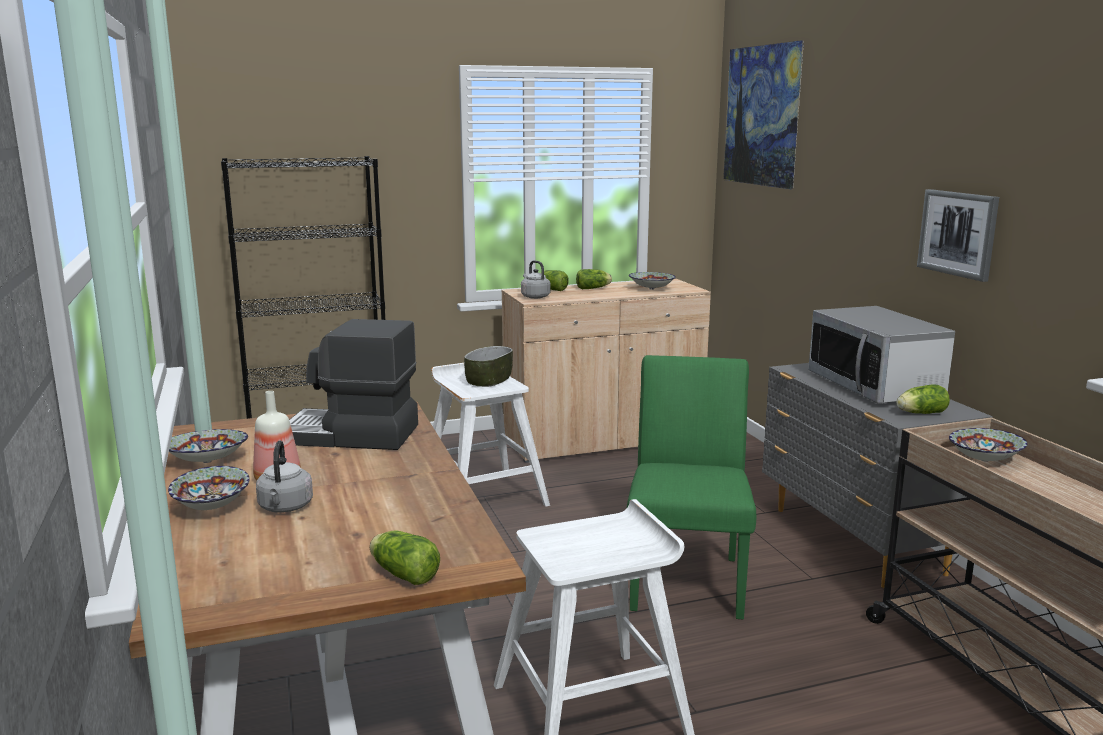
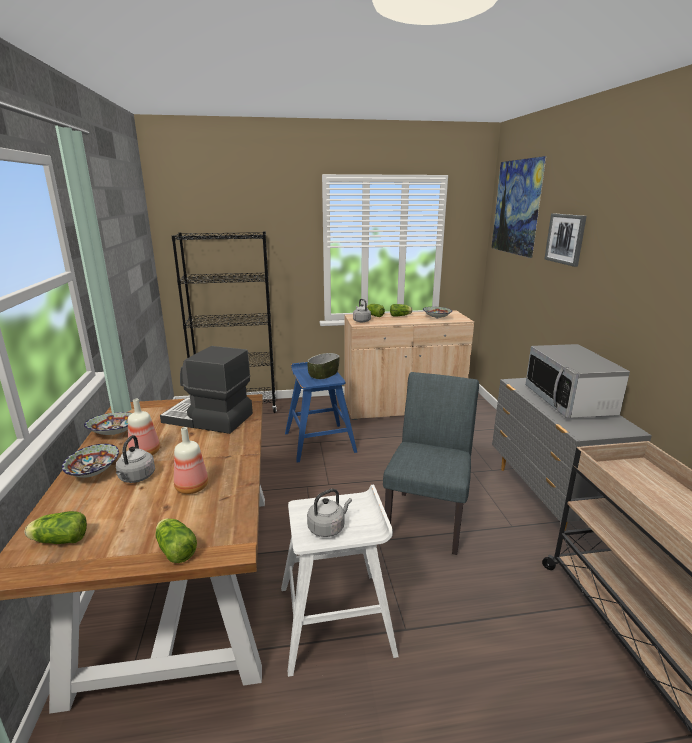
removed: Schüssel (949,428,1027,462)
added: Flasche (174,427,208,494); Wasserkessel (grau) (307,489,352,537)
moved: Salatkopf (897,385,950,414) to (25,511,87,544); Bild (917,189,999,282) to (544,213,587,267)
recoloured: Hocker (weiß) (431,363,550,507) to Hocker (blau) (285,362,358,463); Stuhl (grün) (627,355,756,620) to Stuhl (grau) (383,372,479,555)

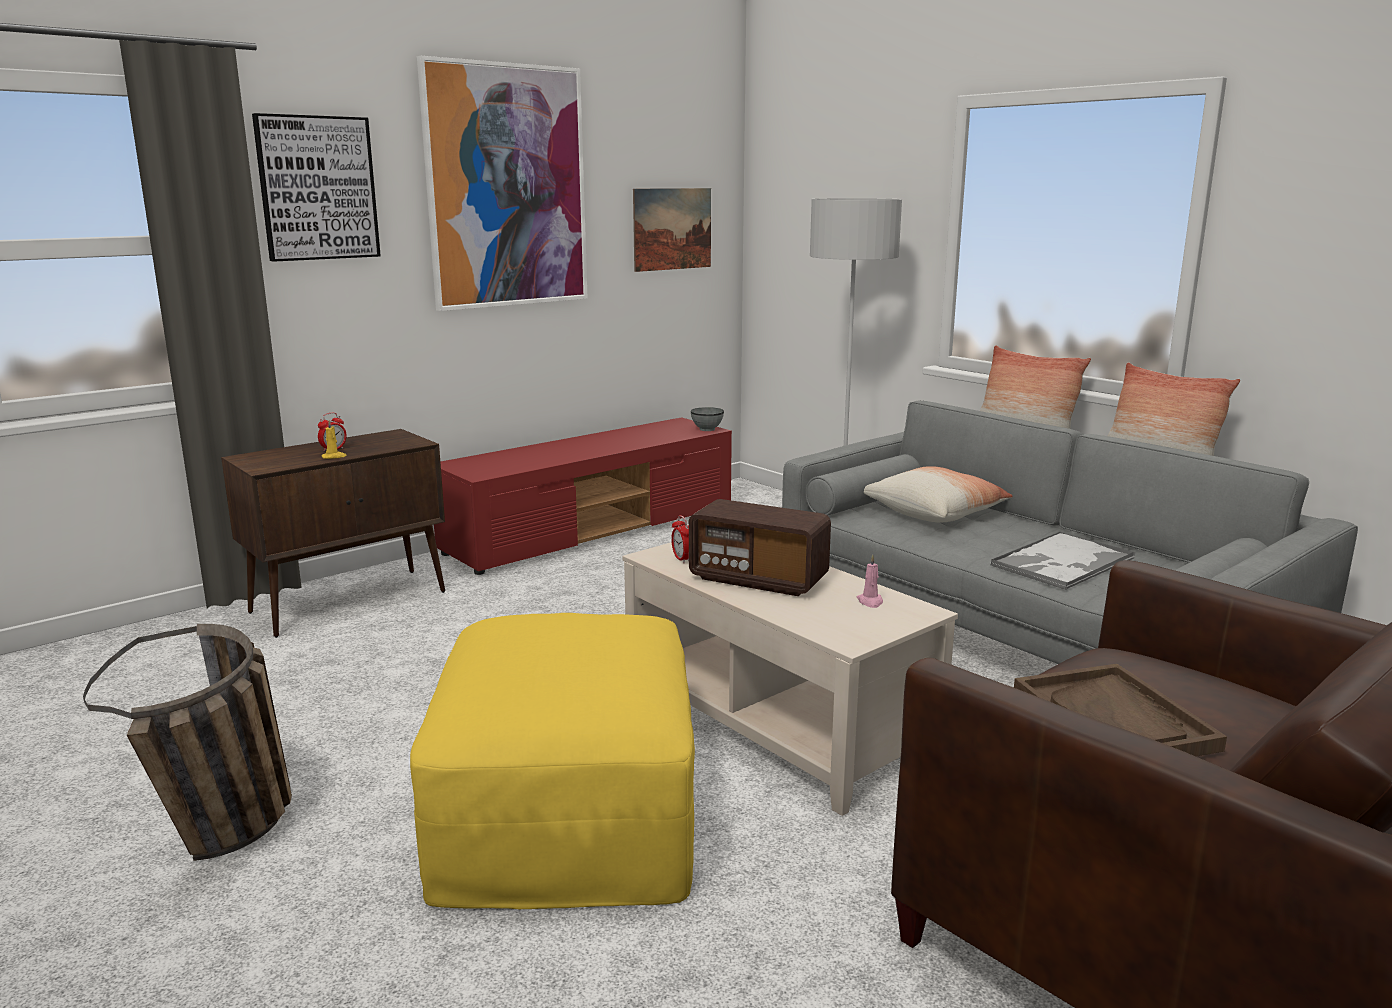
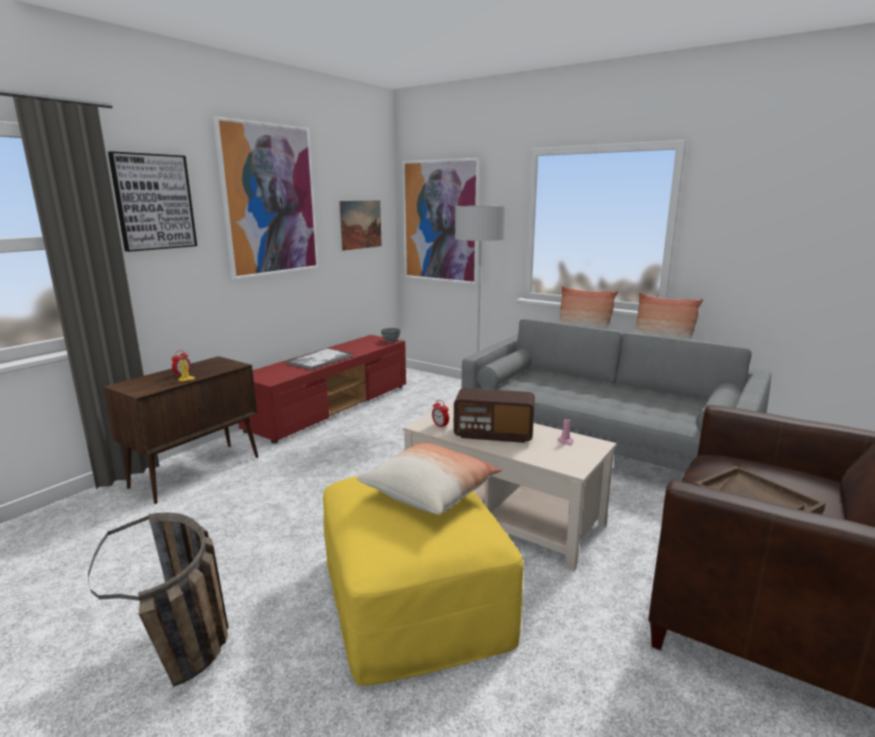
added: Bild (402,158,480,284)
moved: Kissen (864,466,1013,523) to (357,442,502,515); Tablett (990,532,1135,590) to (286,348,353,370)

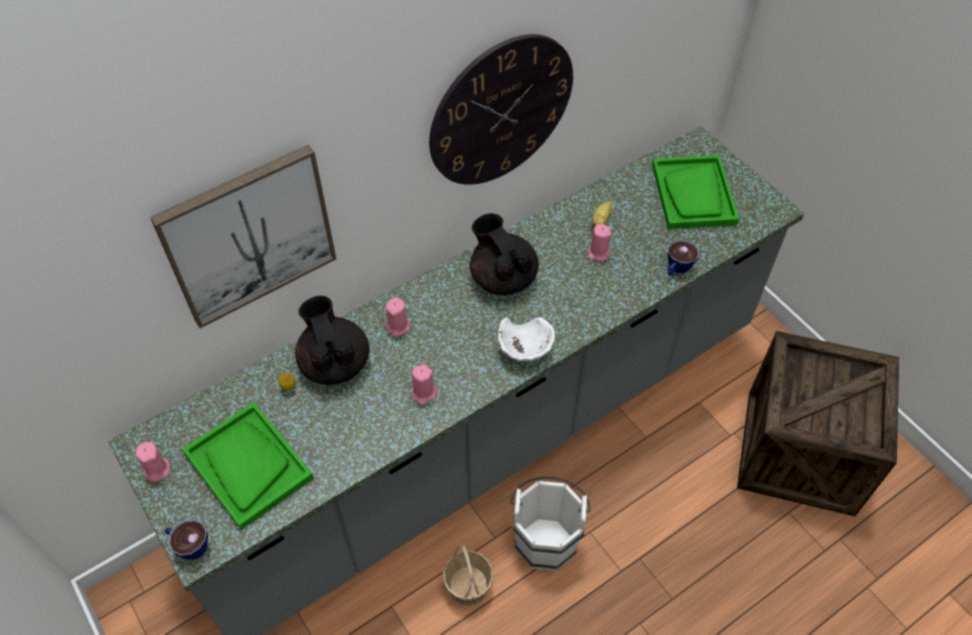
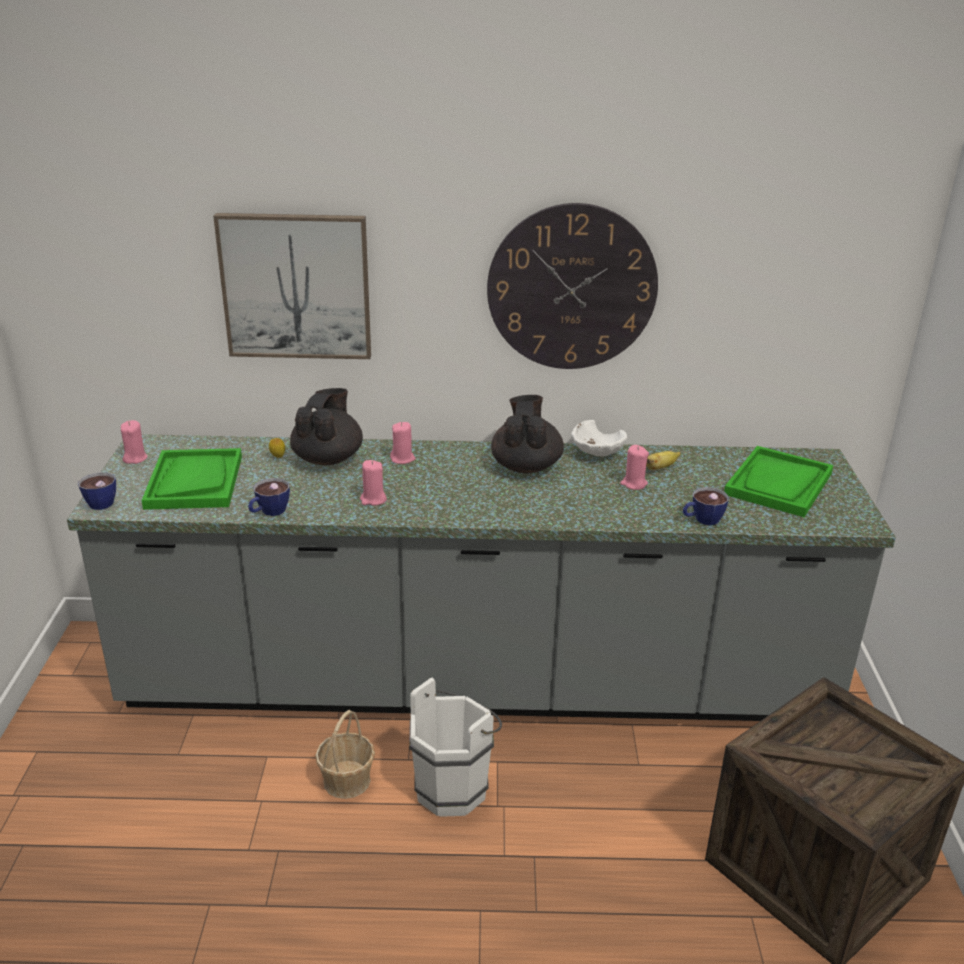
added: Tasse (248,478,290,516)
moved: Schüssel (weiß) (498,317,555,361) to (571,420,627,456)

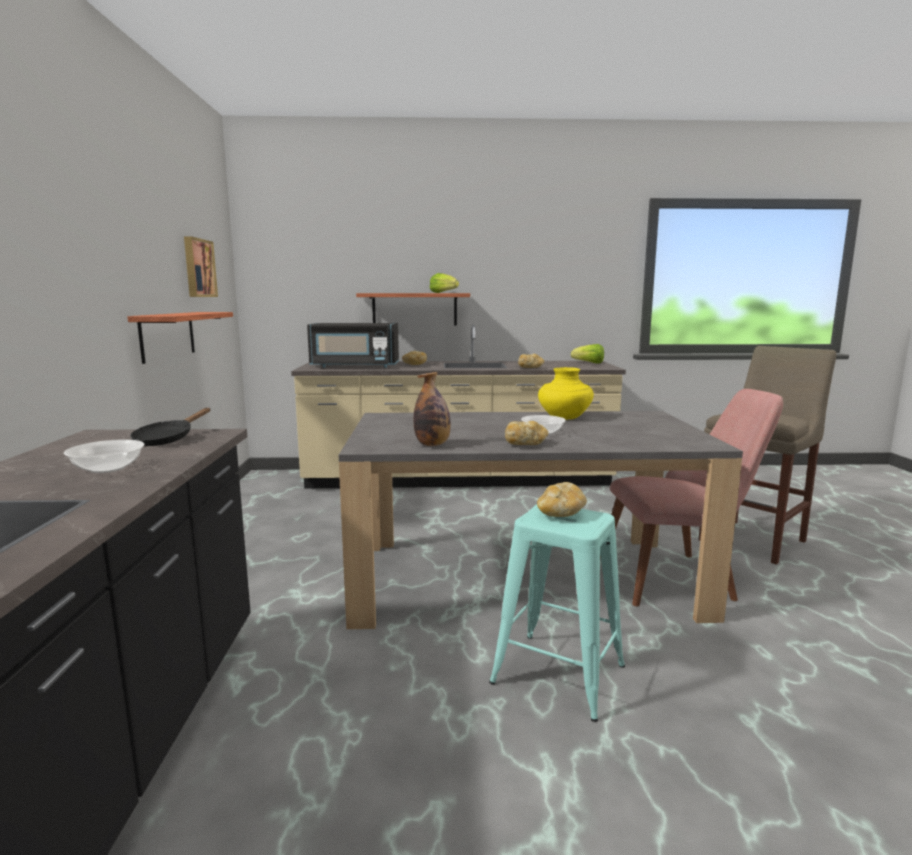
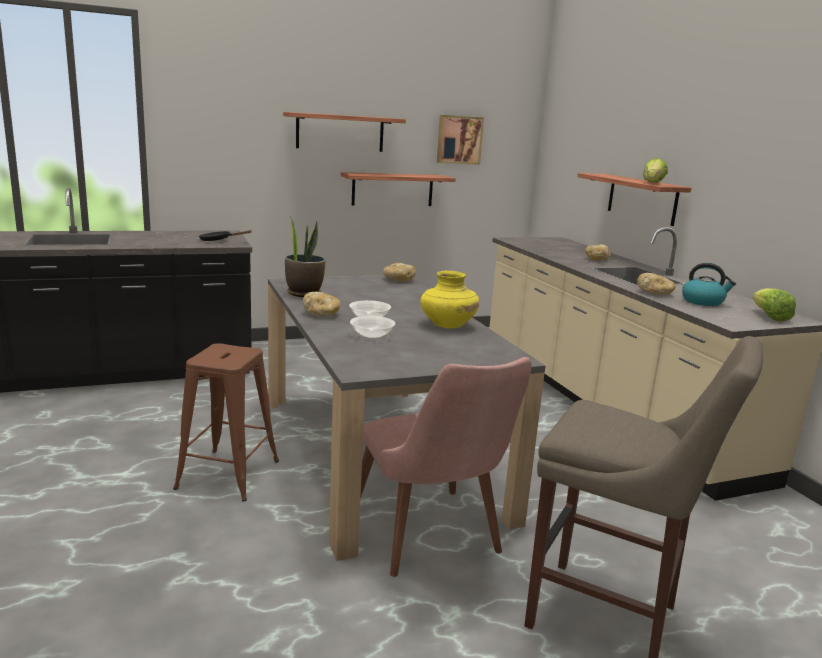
removed: Mikrowelle (schwarz) (307,323,399,368)
added: Wandregal (283,112,406,152); Wasserkessel (682,263,736,306)
moved: Schüssel (64,439,144,473) to (350,316,395,339); Brot (537,482,587,517) to (383,263,416,281)
replaced: Flasche (414,372,451,446) to Topfpflanze (285,217,326,297)
recoloured: Hocker (türkis) (489,504,625,722) to Hocker (braun) (173,343,279,502)

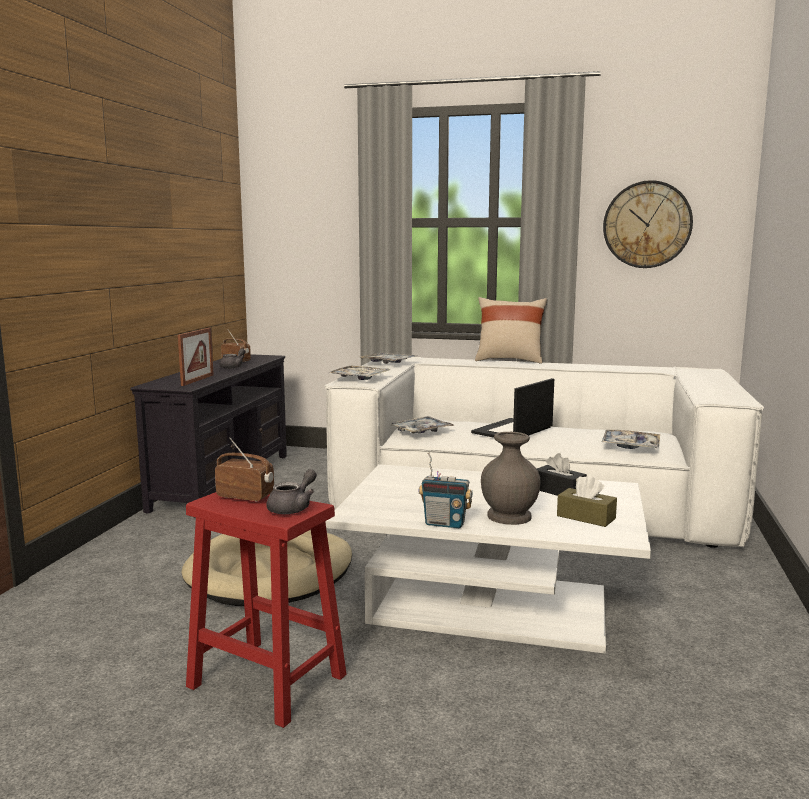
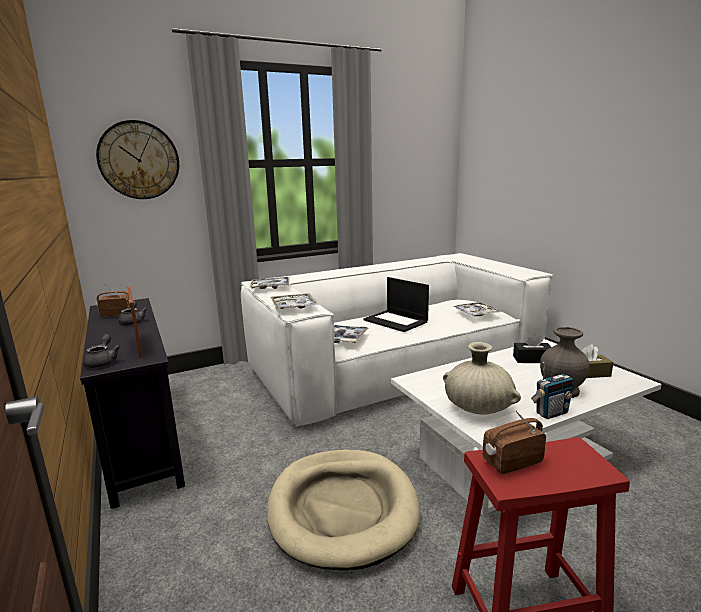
removed: Kissen (beige) (475,297,547,364)
added: Vase (beige) (443,342,521,415)
moved: Teekanne (grau) (266,469,317,514) to (83,334,120,368); Wanduhr (603,180,693,268) to (96,120,179,199)
turned: Laptop (471,378,554,438) = (364,277,429,332) 45 degrees counterclockwise

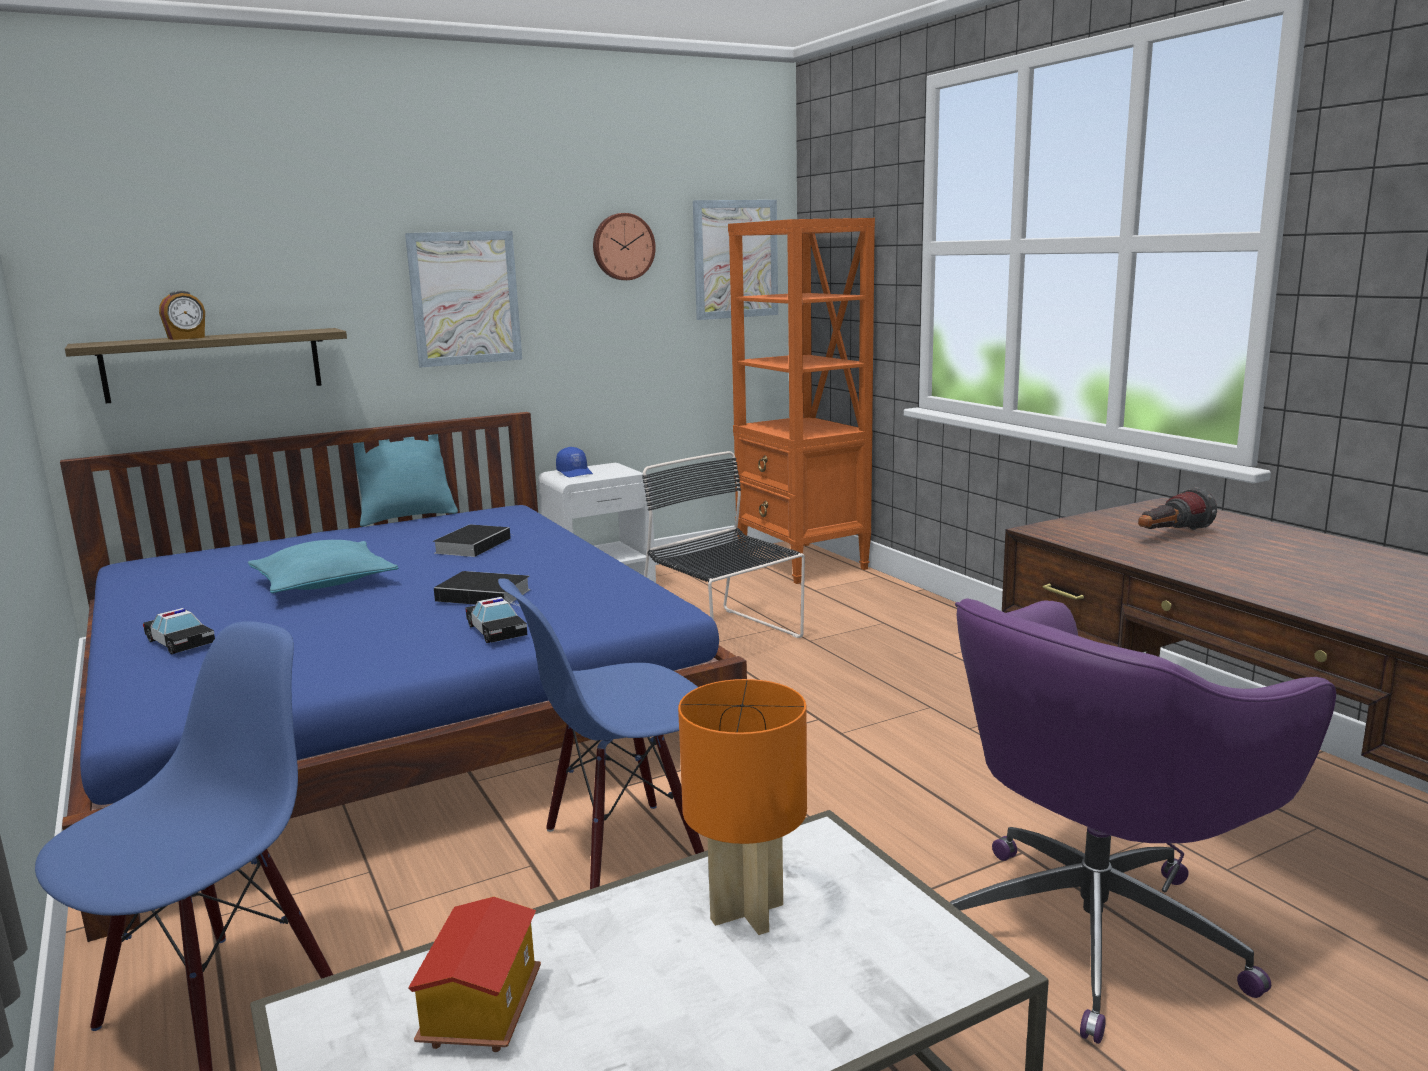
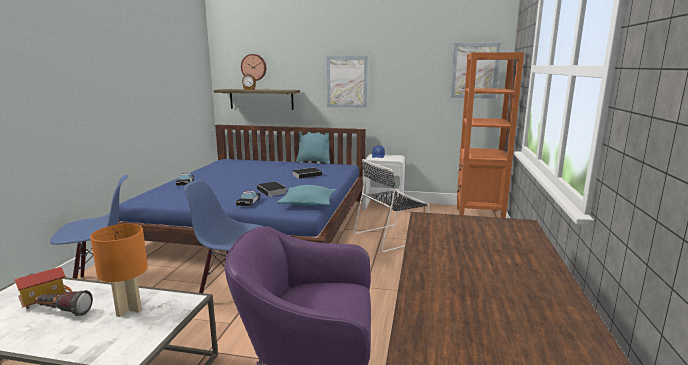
moved: Kissen (türkis) (248,540,398,593) to (277,185,336,206); Wanduhr (593,213,656,280) to (241,54,266,81); Taschenlampe (1138,487,1217,530) to (35,290,93,316)
turned: Stuhl (schwarz) (642,451,805,638) = (353,159,429,253) 120 degrees counterclockwise

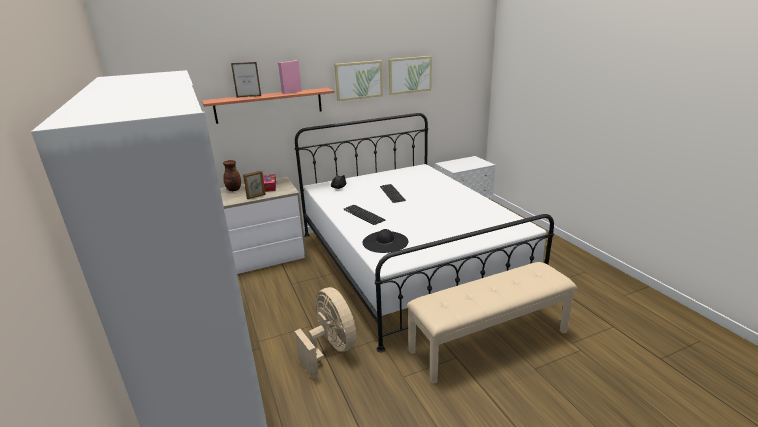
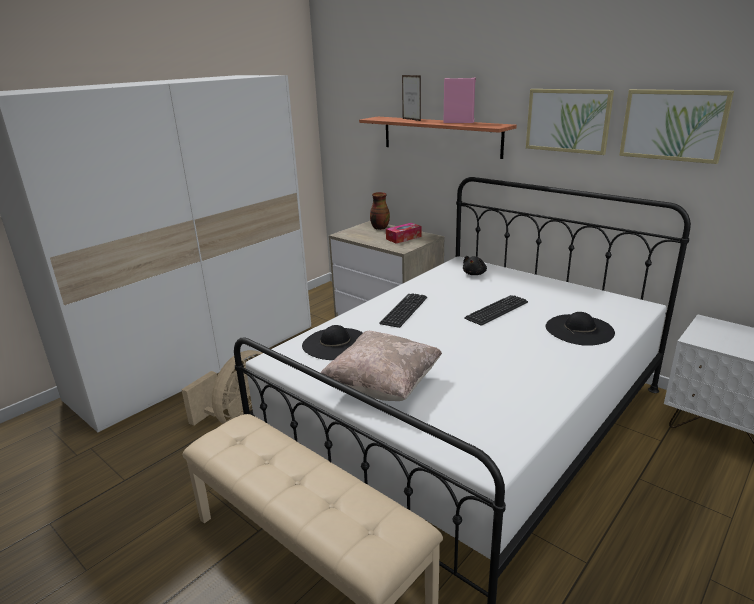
removed: Bilderrahmen (243,170,266,199)
added: Kissen (beige) (320,331,442,401); Hut (schwarz) (546,312,615,346)

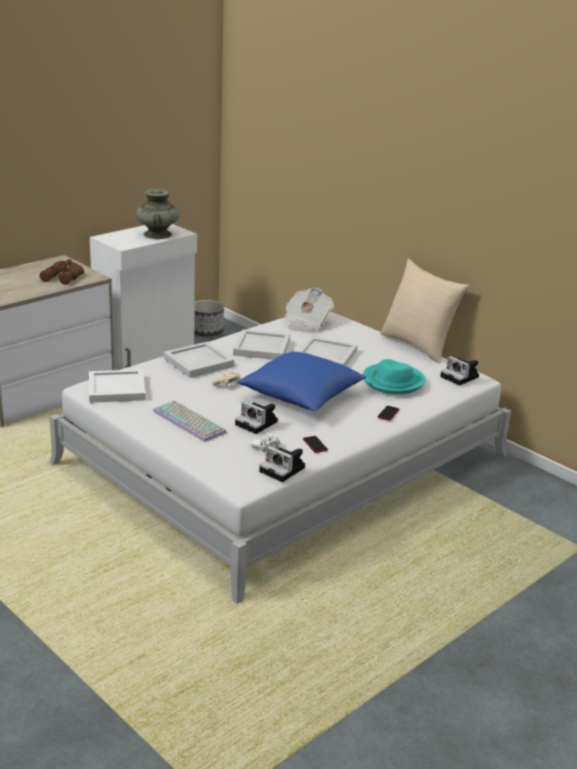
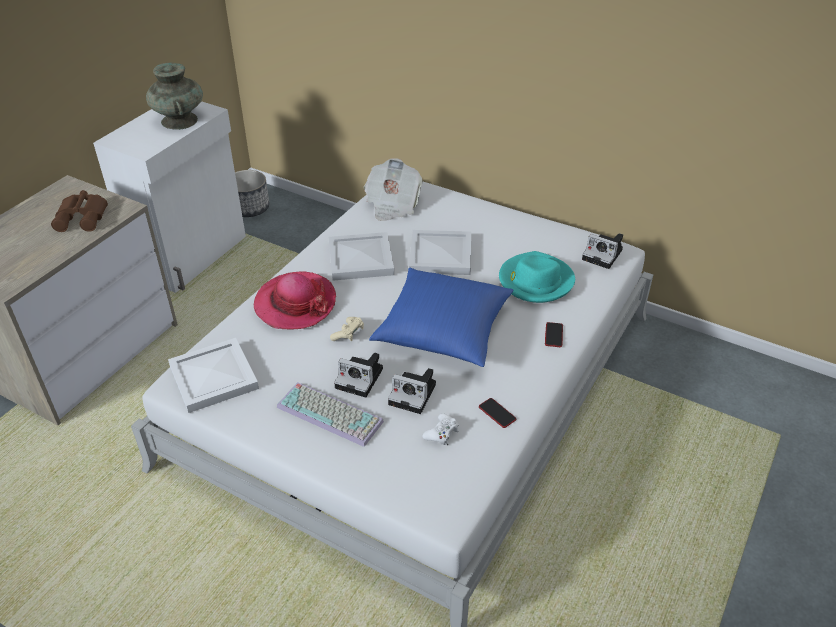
removed: Kissen (beige) (380,259,470,364)
moved: Kamera (259,446,305,482) to (334,353,383,398)
replaced: Tablett (weiß) (164,342,234,378) to Hut (254,271,336,329)

